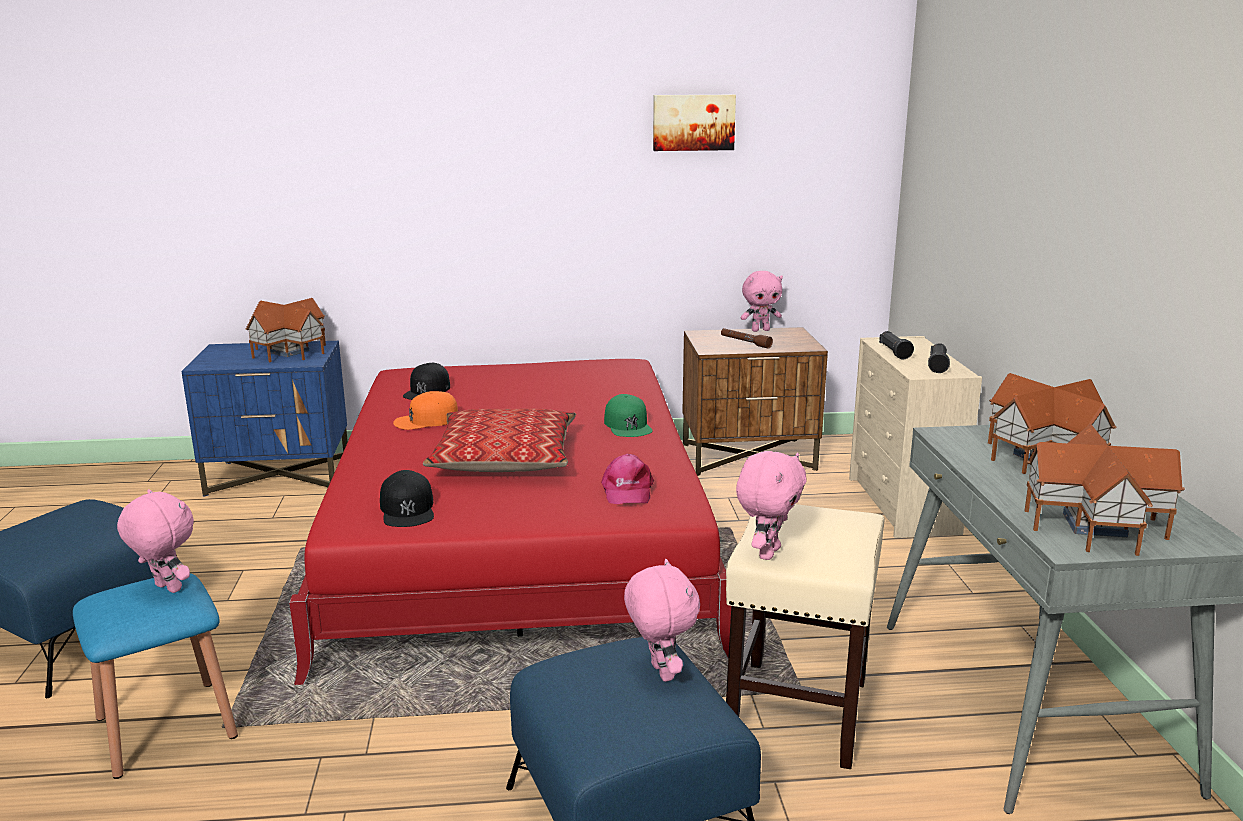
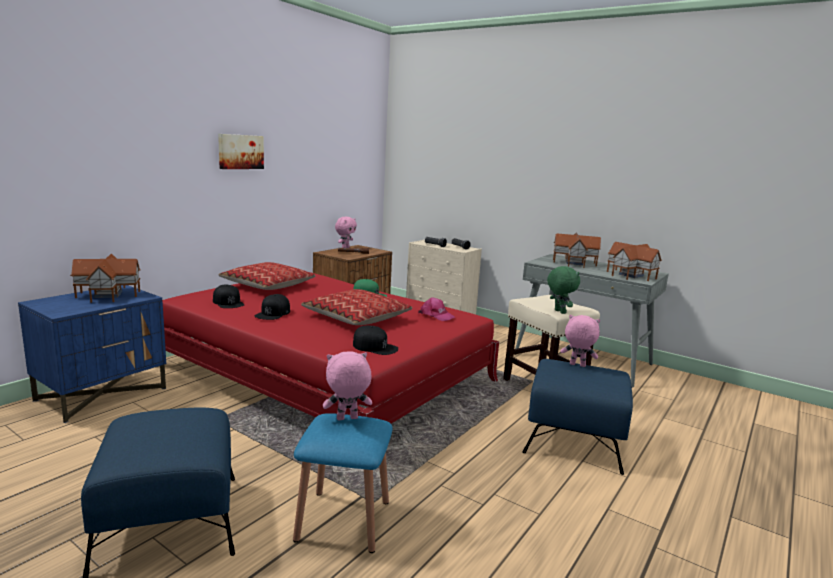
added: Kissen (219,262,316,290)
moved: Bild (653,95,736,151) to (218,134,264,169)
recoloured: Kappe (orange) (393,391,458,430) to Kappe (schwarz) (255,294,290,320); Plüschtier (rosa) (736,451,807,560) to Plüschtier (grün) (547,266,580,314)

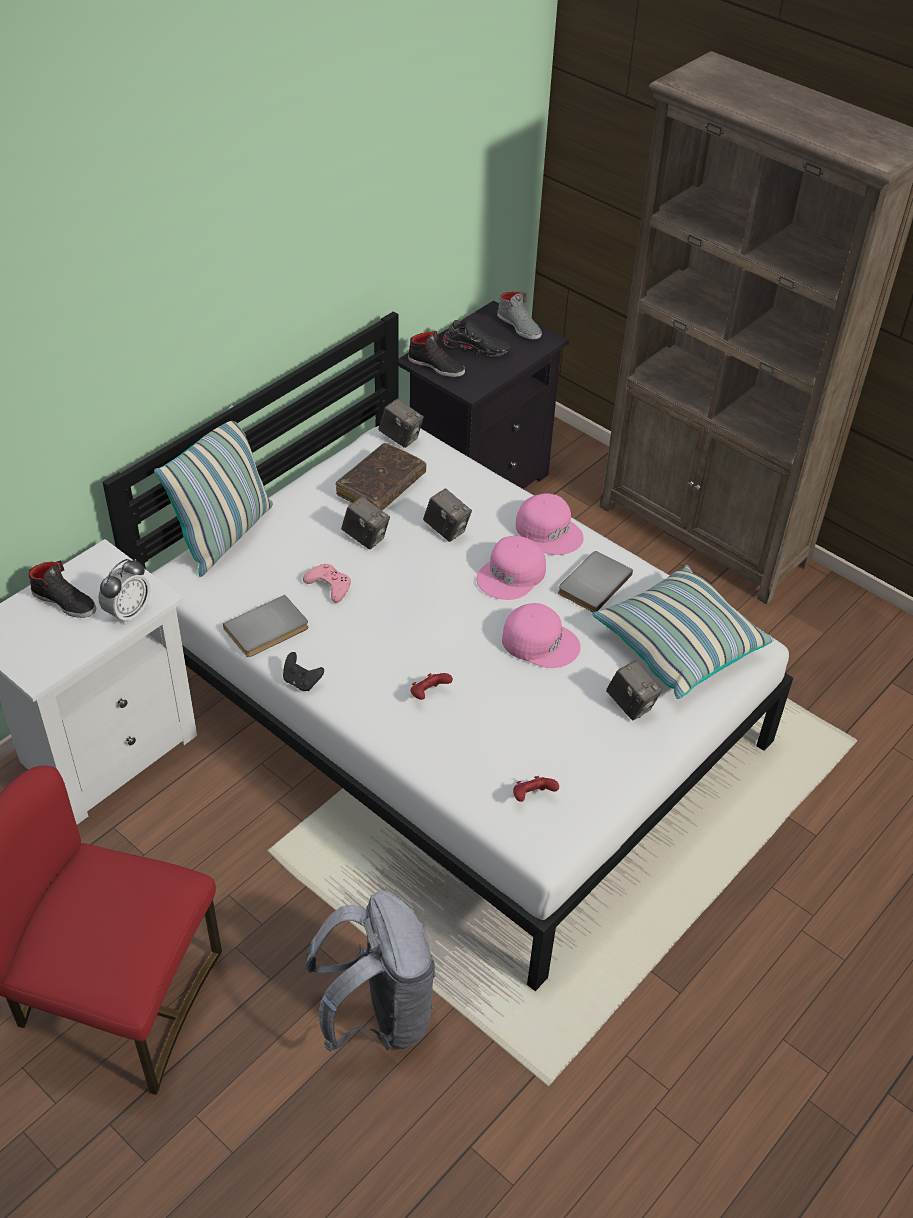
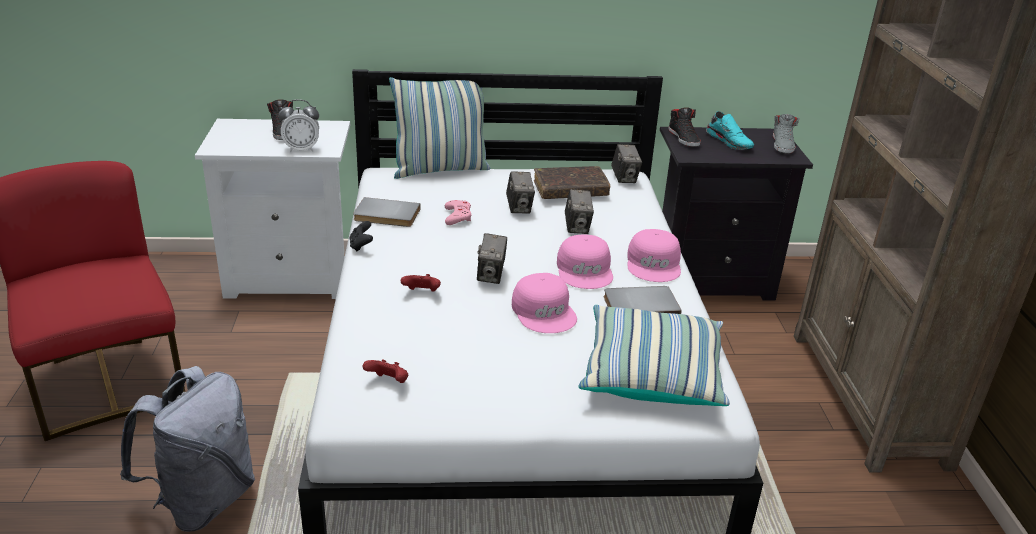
moved: Kamera (606,661,662,720) to (477,233,507,284)
recoloured: Schuh (schwarz) (443,320,511,357) to Schuh (türkis) (706,111,754,150)
turned: Kappe (rosa) (477,536,546,600) = (557,234,613,289) 90 degrees counterclockwise

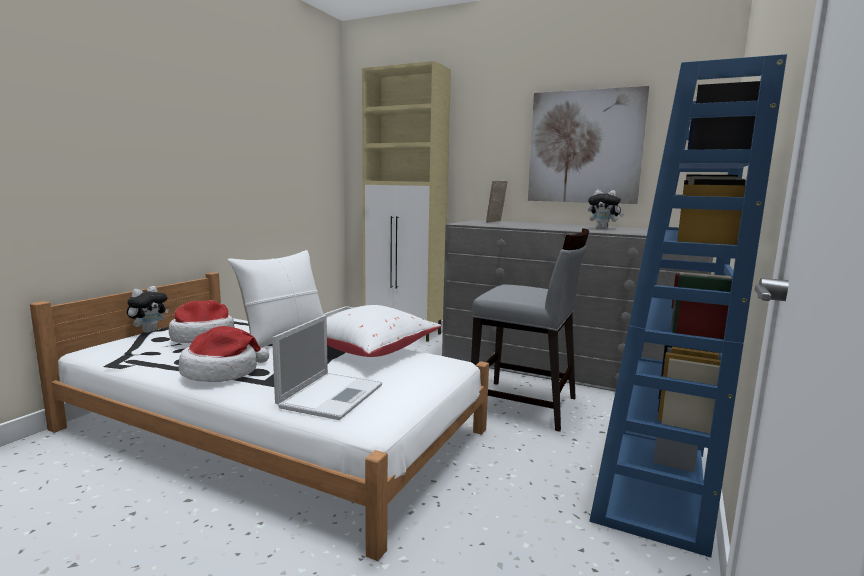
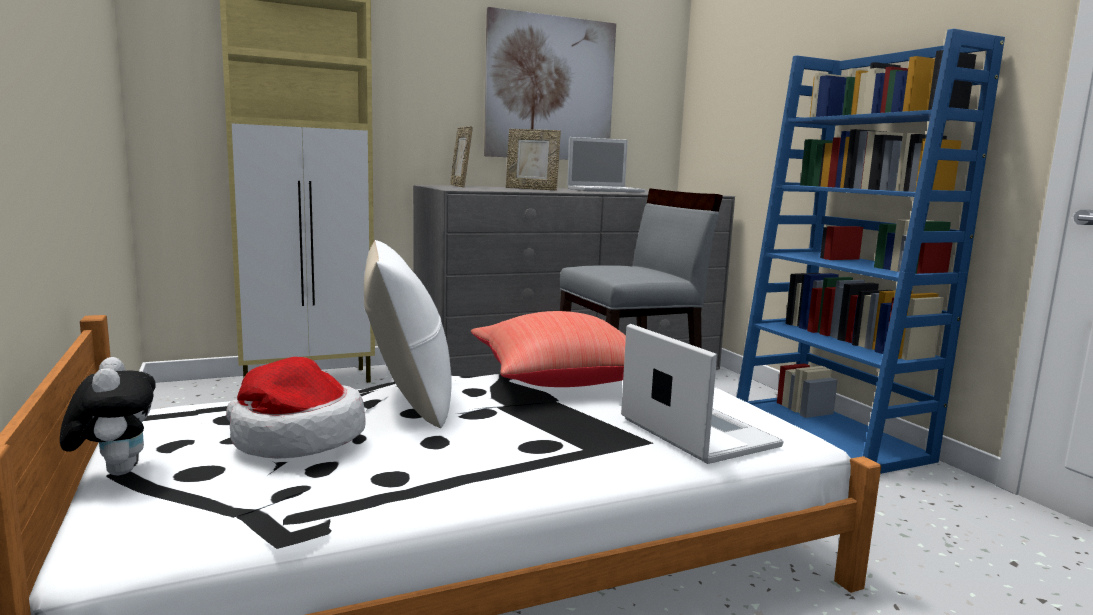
removed: Hut (178,326,269,382)
added: Bilderrahmen (506,129,561,190)
replaced: Plüschtier (588,190,624,229) to Laptop (567,137,645,193)
recoloured: Kissen (weiß) (327,305,441,357) to Kissen (rot) (471,311,626,387)

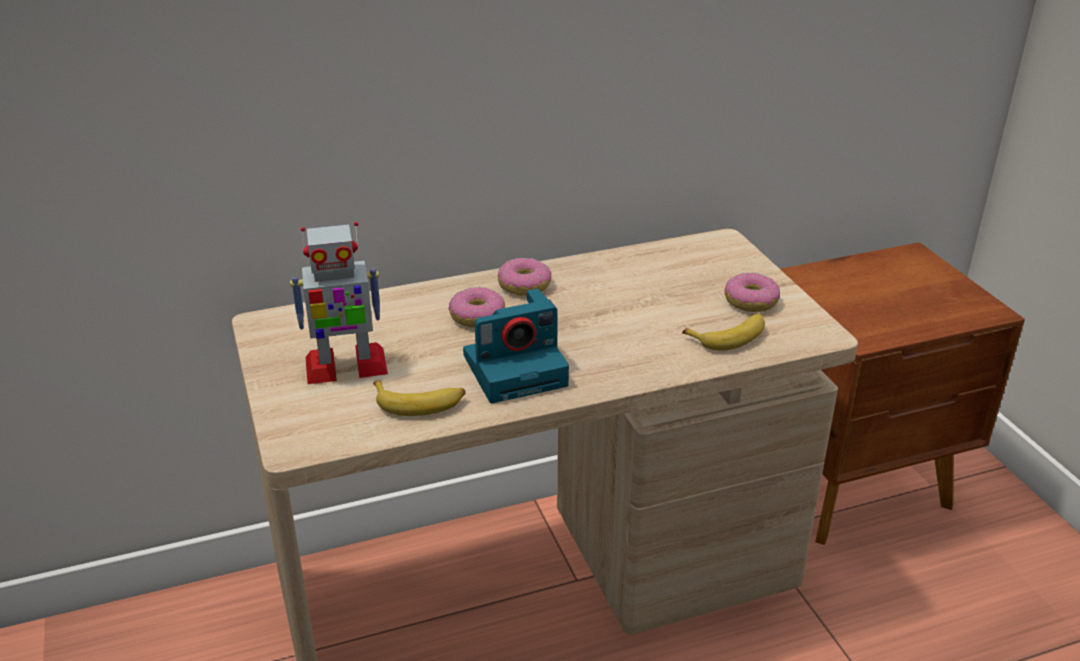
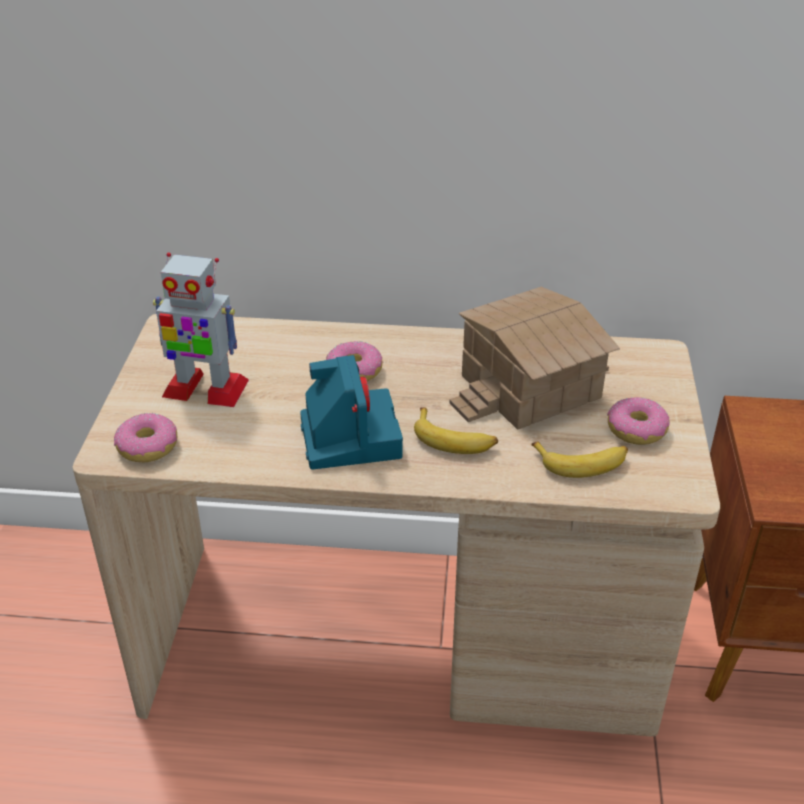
added: Spielzeughaus (450,287,620,429)
moved: Banane (373,380,466,416) to (414,407,498,454); Donut (498,257,552,296) to (114,412,177,462)
turned: Kamera (463,289,569,403) = (300,355,403,470) 105 degrees counterclockwise

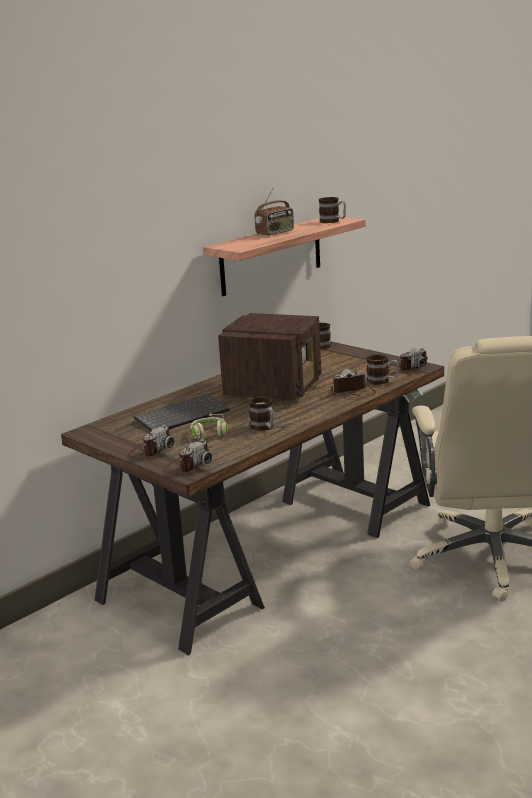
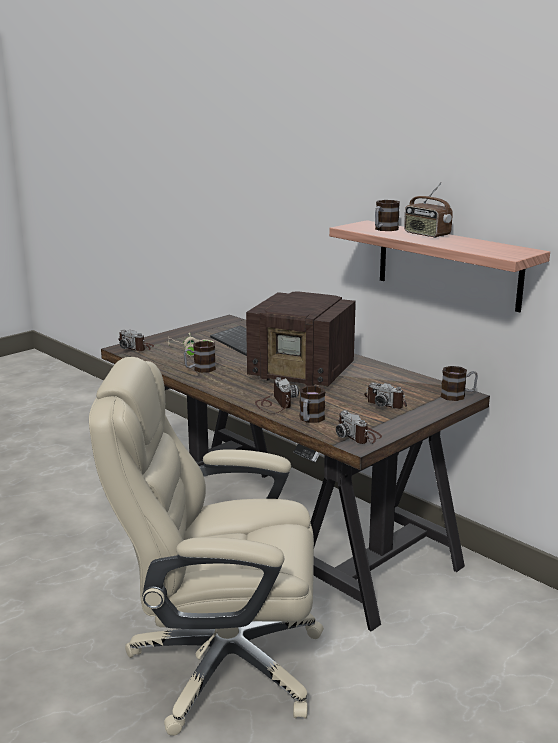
moved: Kamera (128,425,174,458) to (364,382,407,409); Henkelbecher (319,197,346,223) to (375,200,400,231)

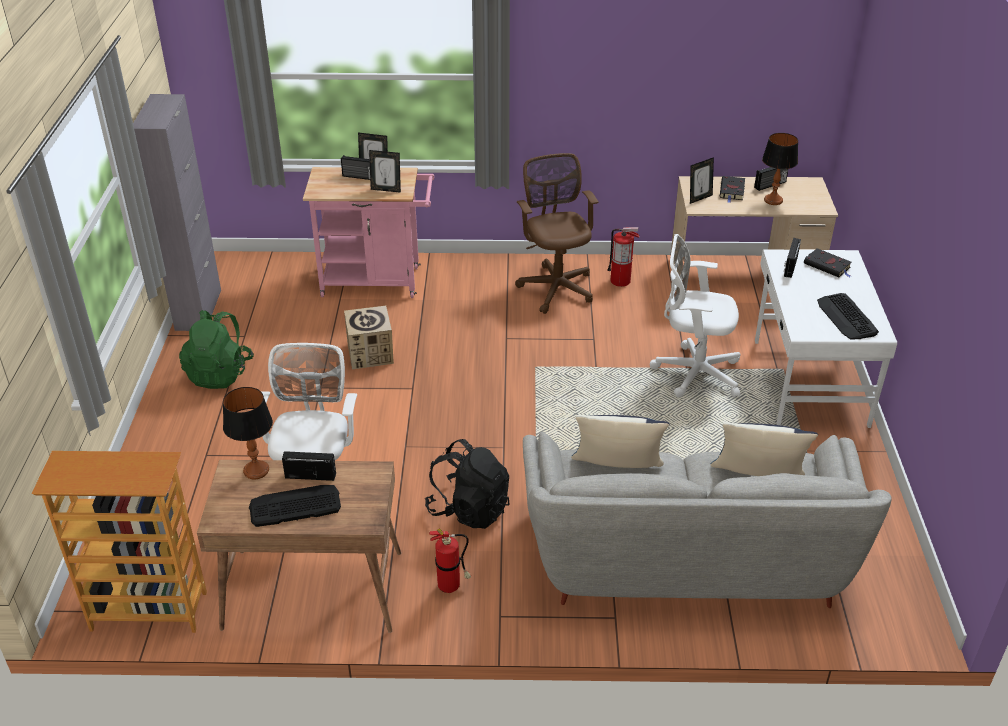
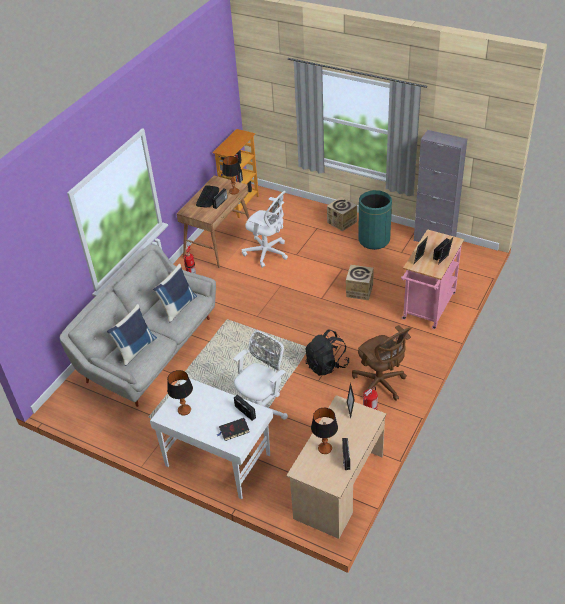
removed: Buch (schwarz) (720,176,745,203)
added: Karton (327,196,357,231)
moved: Rucksack (schwarz) (425,439,510,529) to (305,330,349,376)
replaced: Rucksack (grün) (179,310,254,389) to Mülleimer (grün) (358,190,392,250); Tastatur (817,293,879,339) to Tischlampe (167,370,193,416)
turned: Bürostuhl (braun) (515,153,599,314) = (352,325,411,401) 45 degrees clockwise

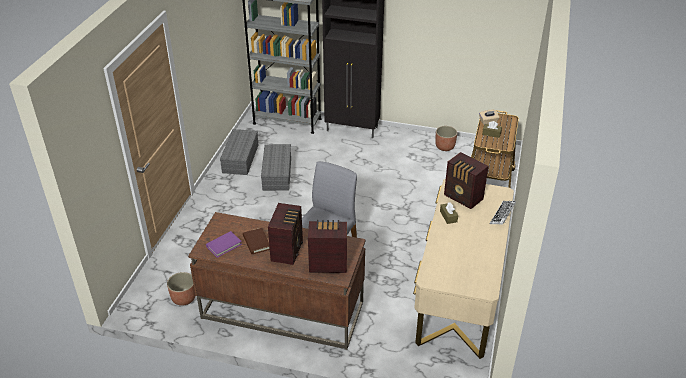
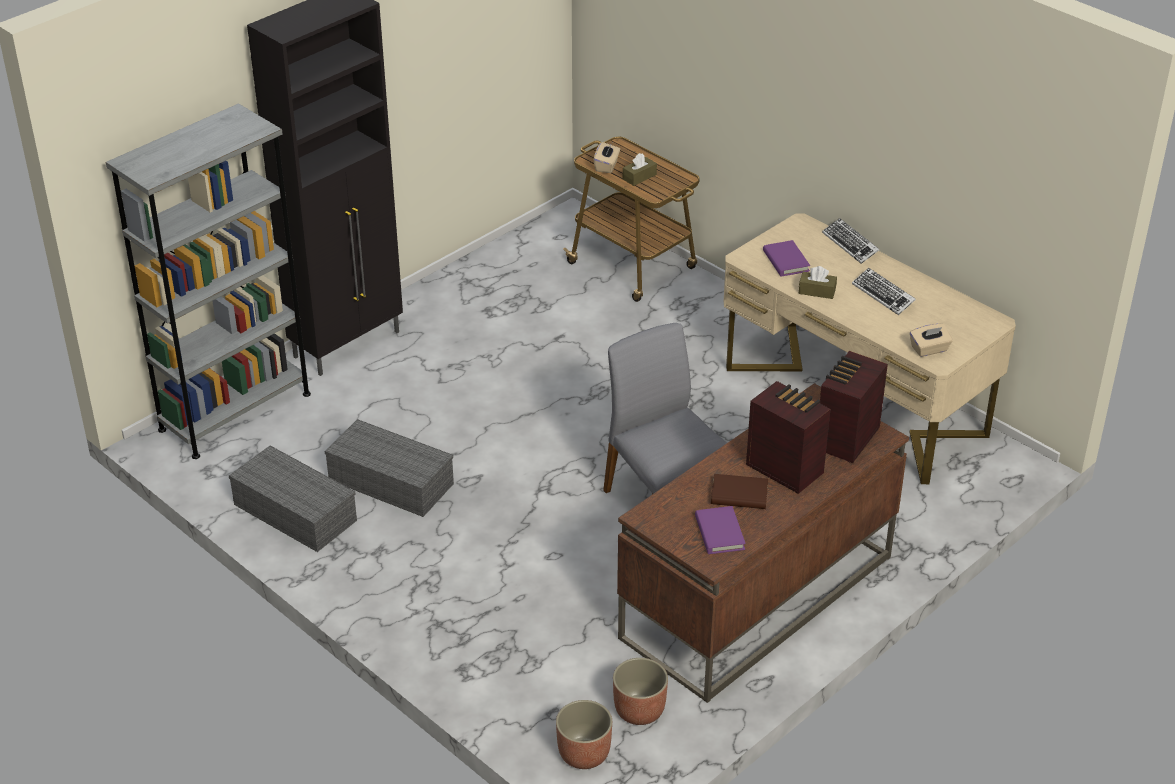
added: Tastatur (852,268,916,315); Taschentuchbox (beige) (910,323,953,357)
moved: Pflanzkübel (435,126,457,151) to (556,700,612,769)
replaced: Radio (444,152,488,209) to Buch (lila) (763,240,810,276)

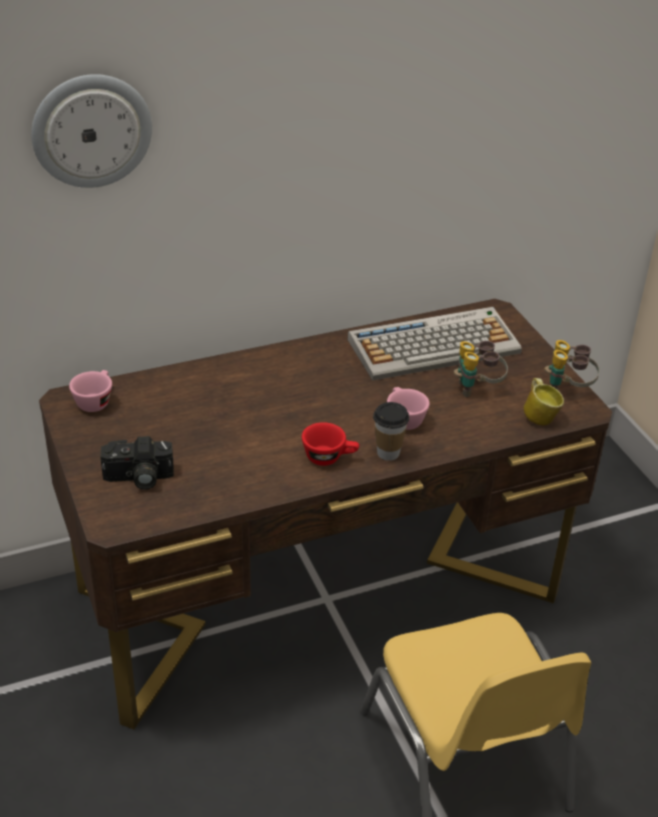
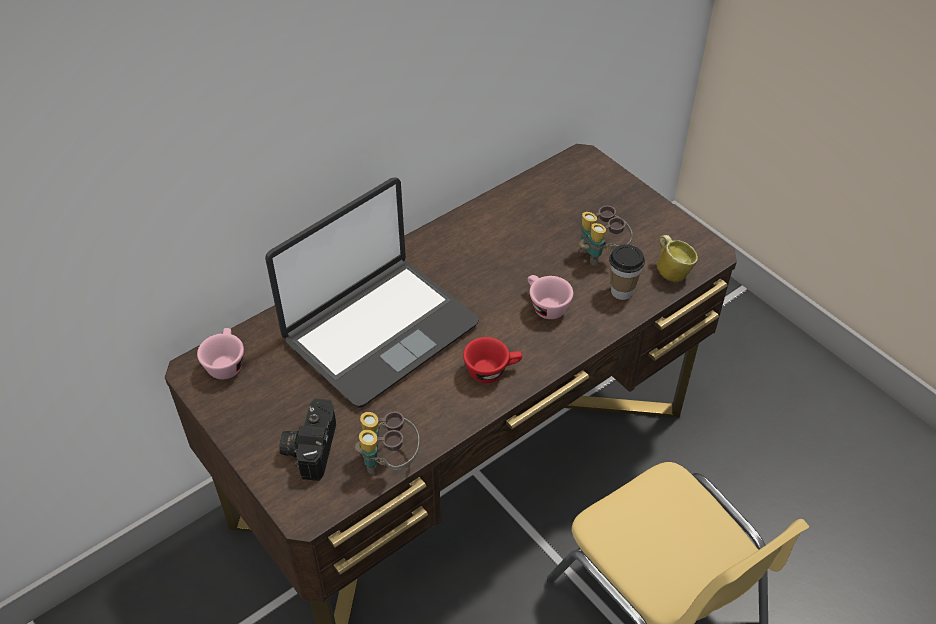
removed: Wanduhr (31,74,152,188); Tastatur (348,307,522,381)
added: Laptop (265,177,479,408)
moved: Tasse (373,402,409,461) to (609,244,645,300); Fernglas (544,340,599,390) to (355,412,419,474)
turned: Kamera (100,436,174,490) = (279,398,336,481) 120 degrees clockwise

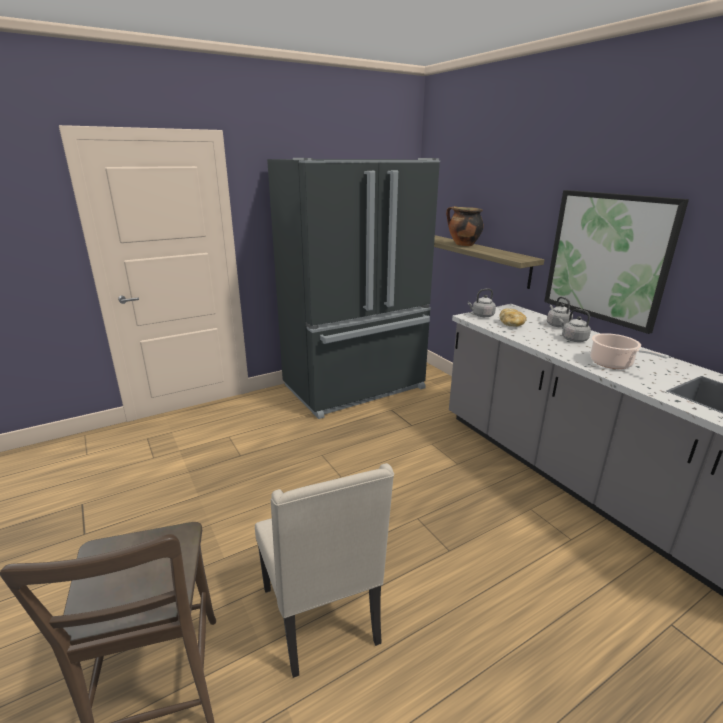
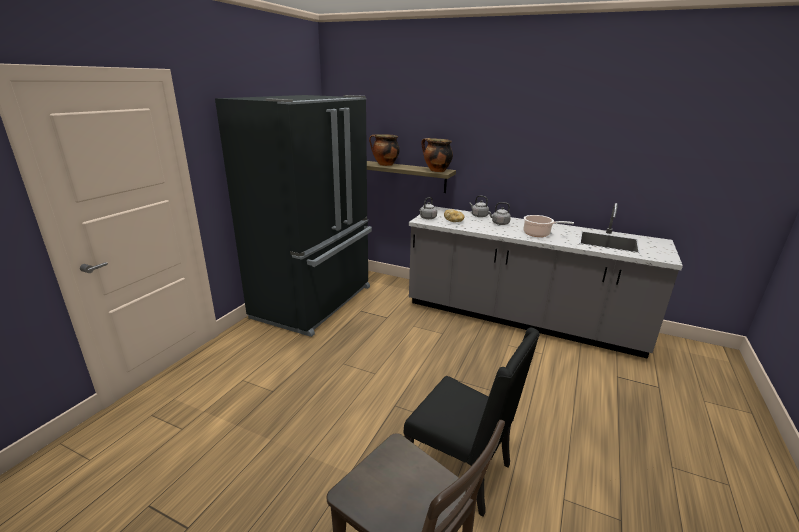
removed: Bild (544,190,689,334)
added: Kochtopf (421,138,453,172)
recoloured: Stuhl (beige) (255,463,394,678) to Stuhl (schwarz) (403,327,540,517)

